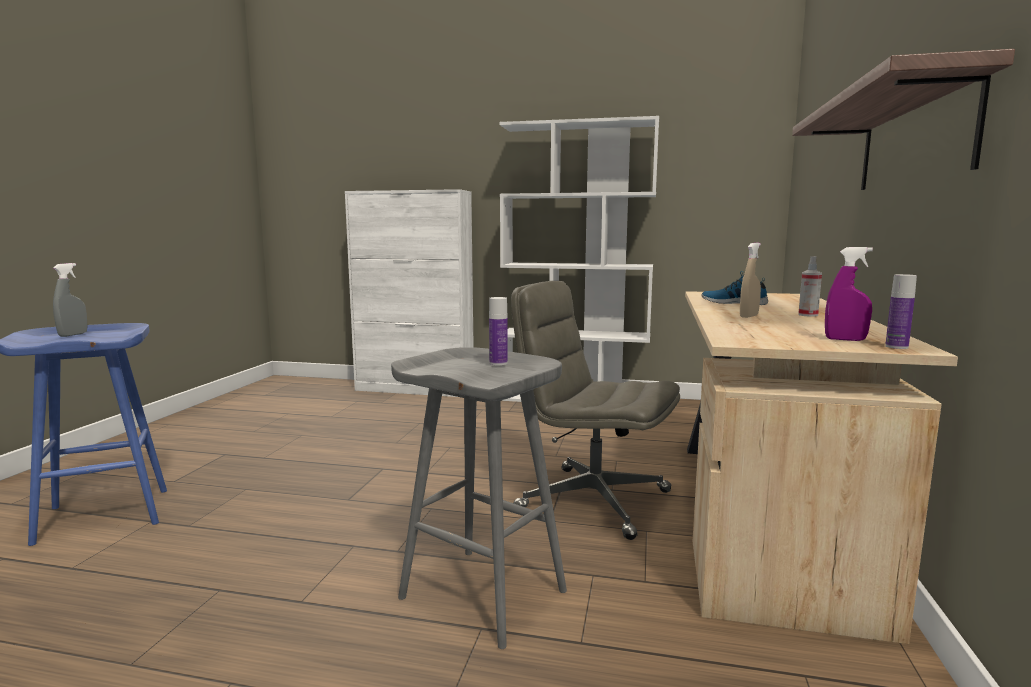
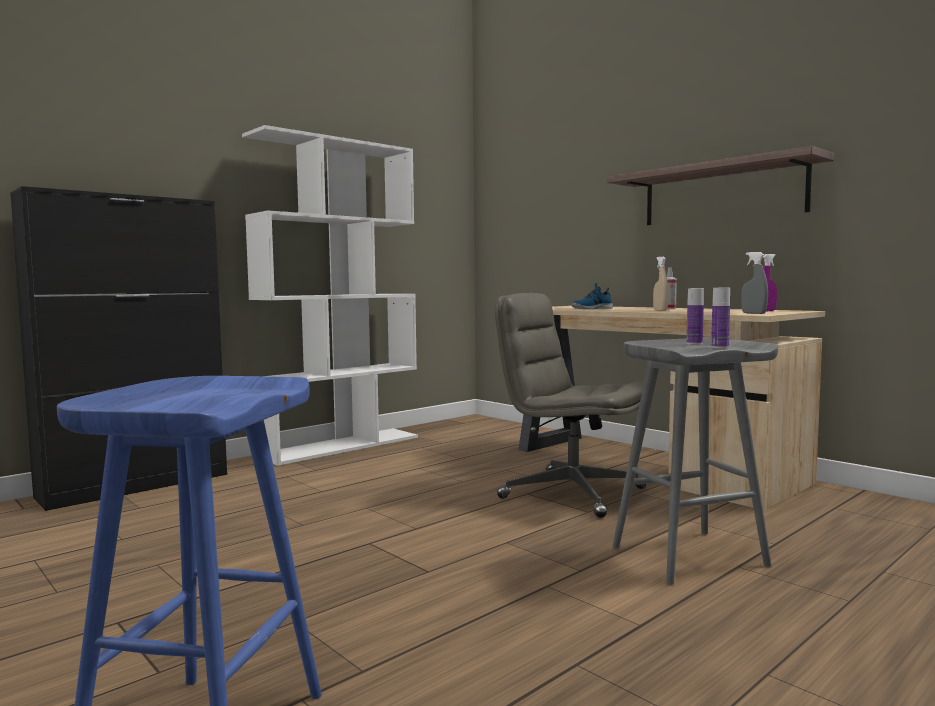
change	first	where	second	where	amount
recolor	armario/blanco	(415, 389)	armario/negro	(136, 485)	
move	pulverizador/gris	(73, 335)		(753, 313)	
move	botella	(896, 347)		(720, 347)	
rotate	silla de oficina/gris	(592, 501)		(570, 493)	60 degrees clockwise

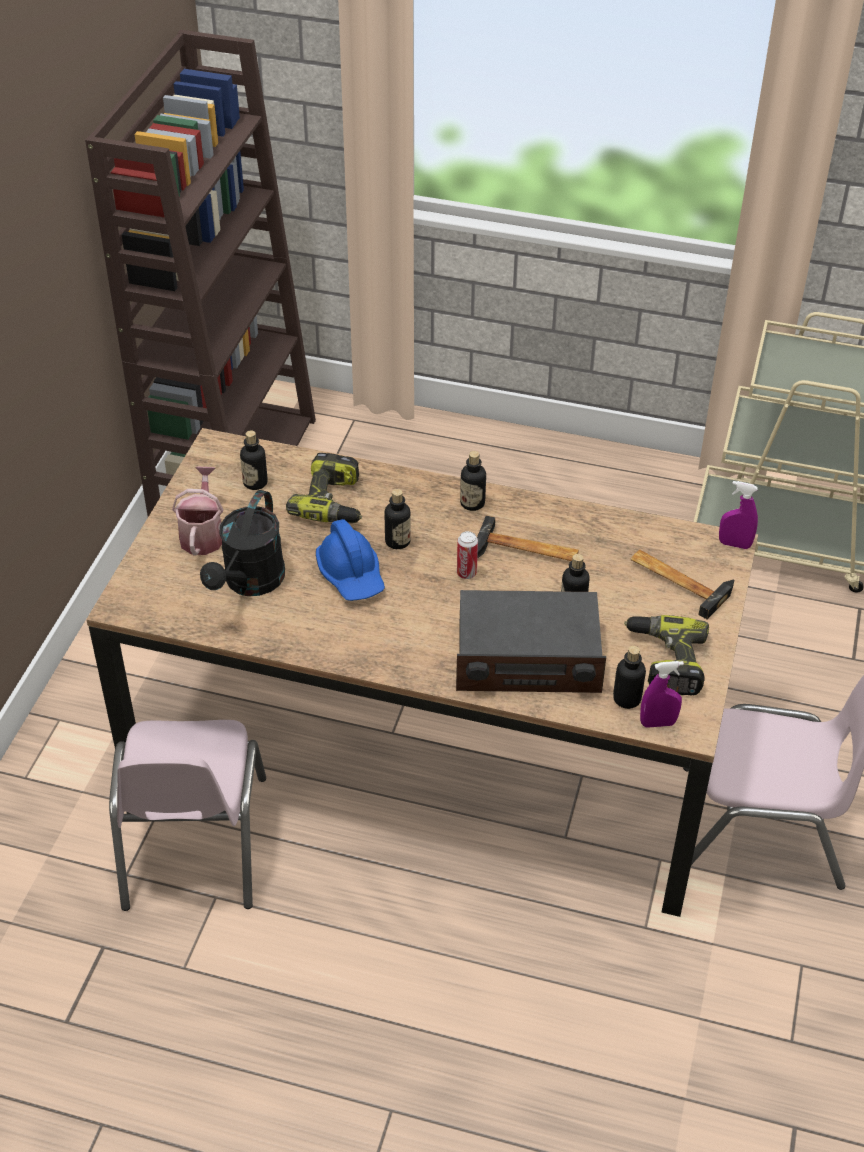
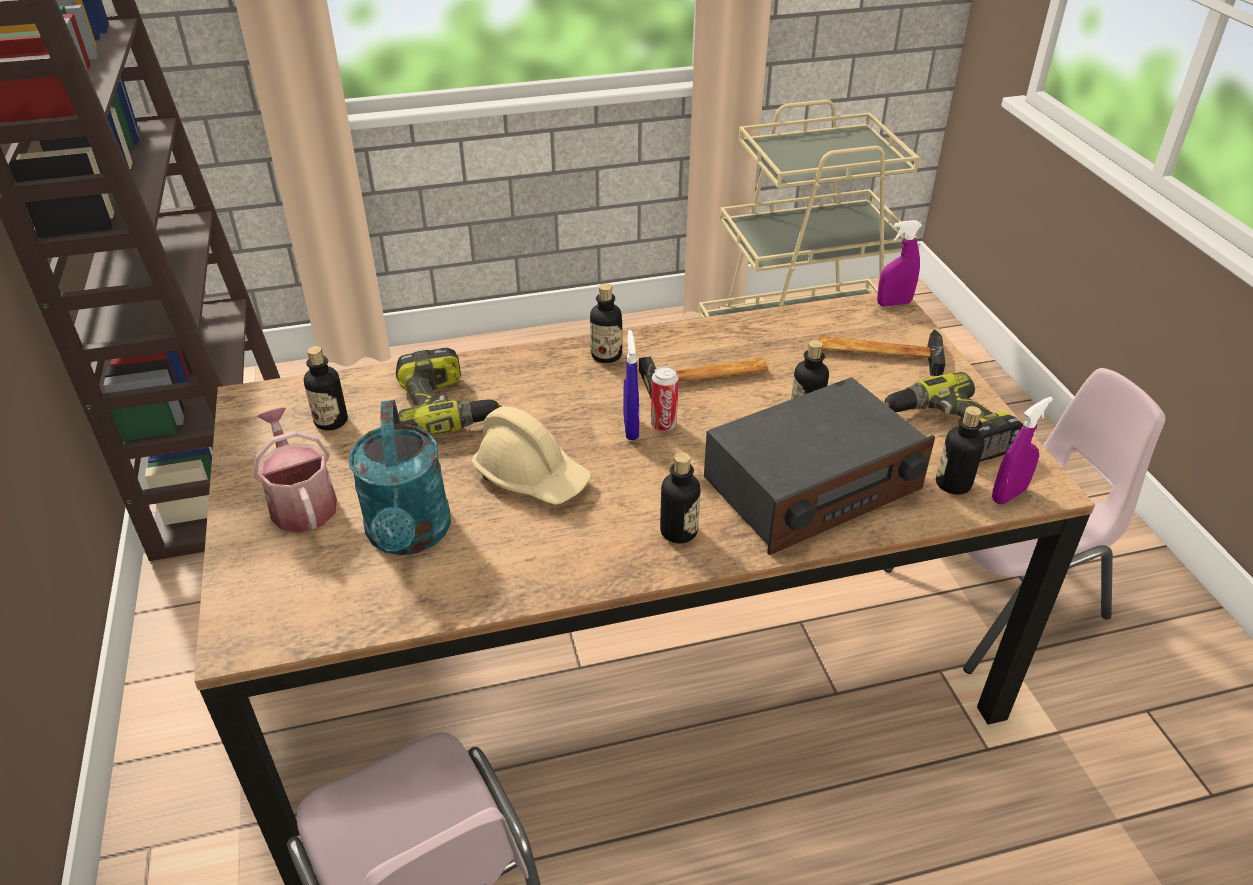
change	first	where	second	where	amount
move	botella	(397, 541)		(678, 531)	
recolor	regadera/negro	(250, 583)	regadera/turquesa	(409, 536)	
recolor	casco/azul	(351, 574)	casco/beis	(532, 476)	
insert			pulverizador/azul	(631, 428)	

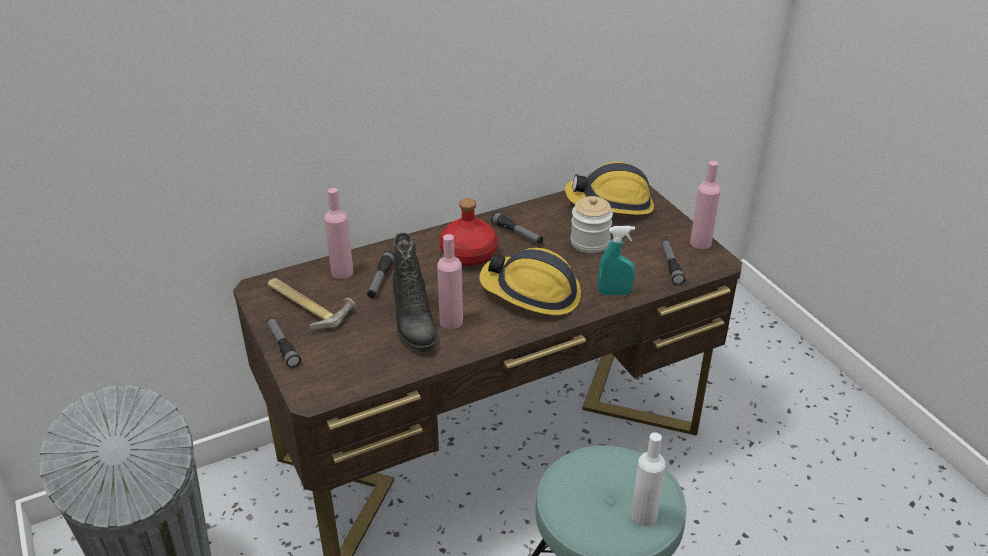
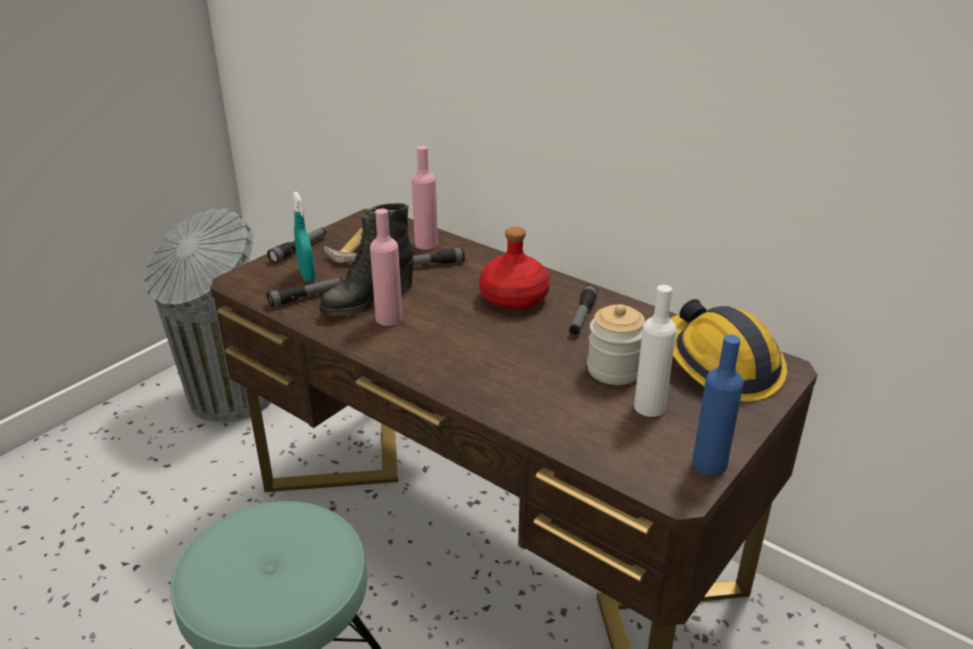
change	first	where	second	where	amount
recolor	botella/rosa	(700, 243)	botella/azul	(709, 463)	
move	pulverizador/turquesa	(614, 293)		(307, 275)	
move	linterna	(671, 266)		(307, 297)	
delete	casco	(532, 293)			
move	botella/blanco	(644, 515)		(649, 407)	

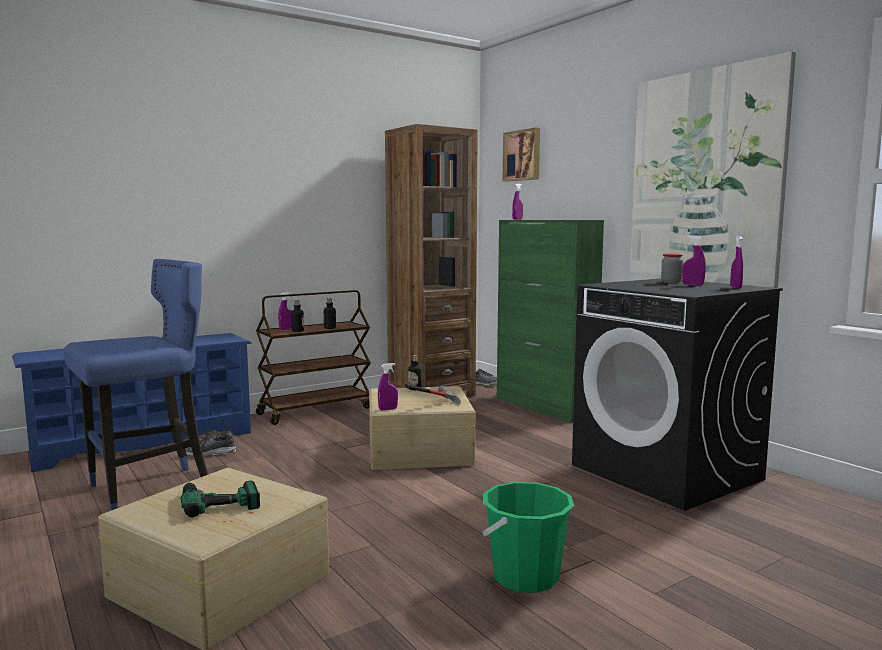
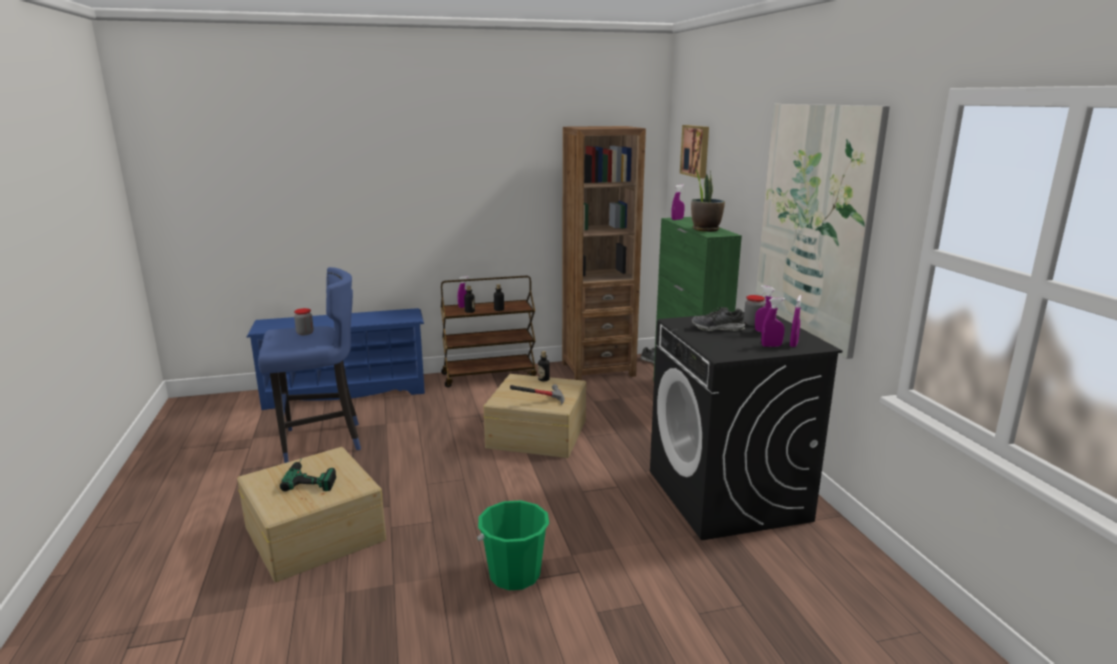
change	first	where	second	where	amount
move	pulverizador/morado	(388, 409)		(771, 346)	
move	zapato	(209, 453)		(717, 328)	
insert			planta en maceta	(705, 229)	
insert			tarro	(305, 333)	

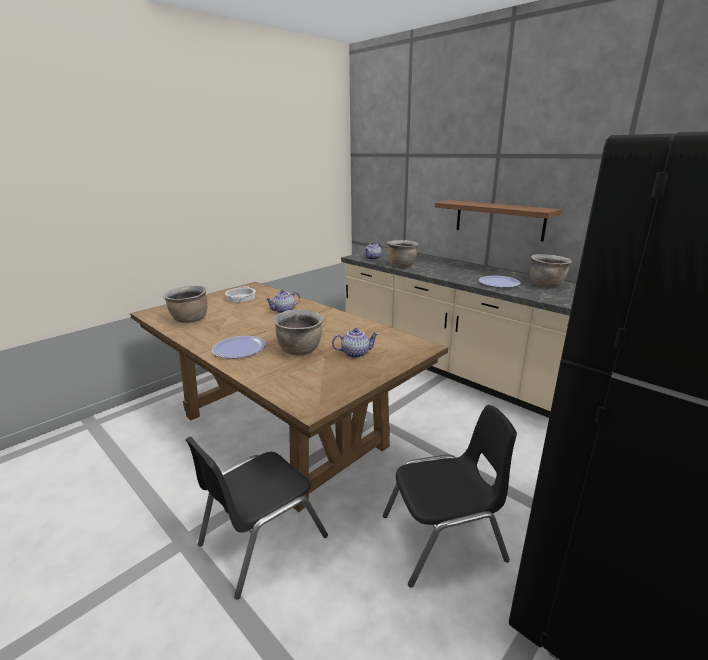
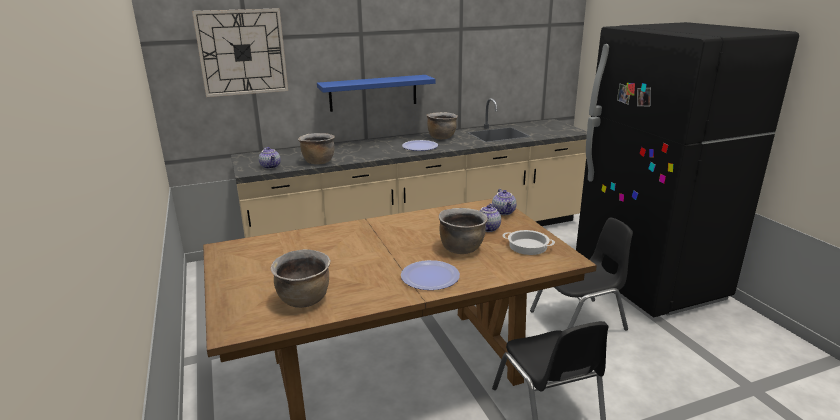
change	first	where	second	where	amount
recolor	estante/marrón	(499, 219)	estante/azul	(373, 93)	
move	olla	(241, 298)		(528, 246)	
move	tetera	(284, 311)		(504, 212)	
rotate	silla/negro	(443, 539)		(578, 321)	60 degrees clockwise
insert			reloj de pared	(242, 52)	

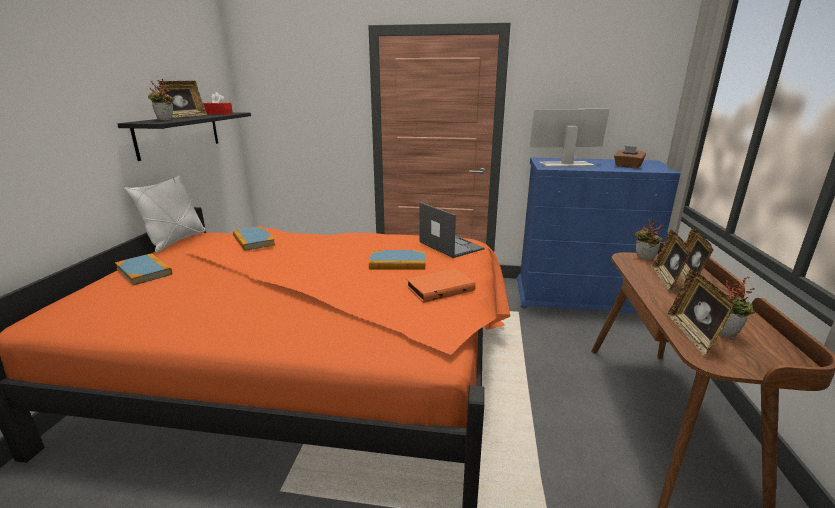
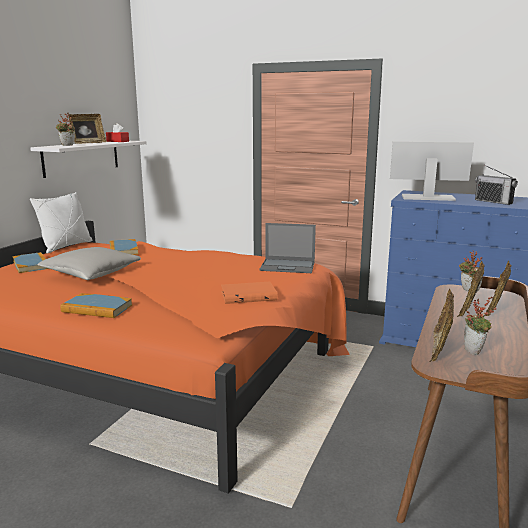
change	first	where	second	where	amount
recolor	estante/negro	(179, 134)	estante/blanco	(82, 157)	
replace	caja de pañuelos/marrón	(627, 166)	radio	(493, 202)	
rotate	portátil	(450, 245)		(288, 266)	120 degrees clockwise
move	libro	(397, 263)		(97, 308)	
insert			cojín/gris	(91, 274)	

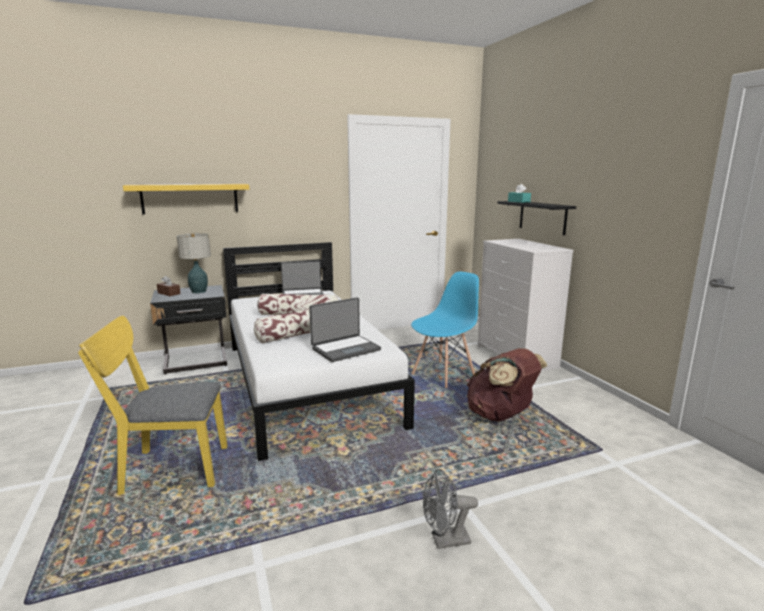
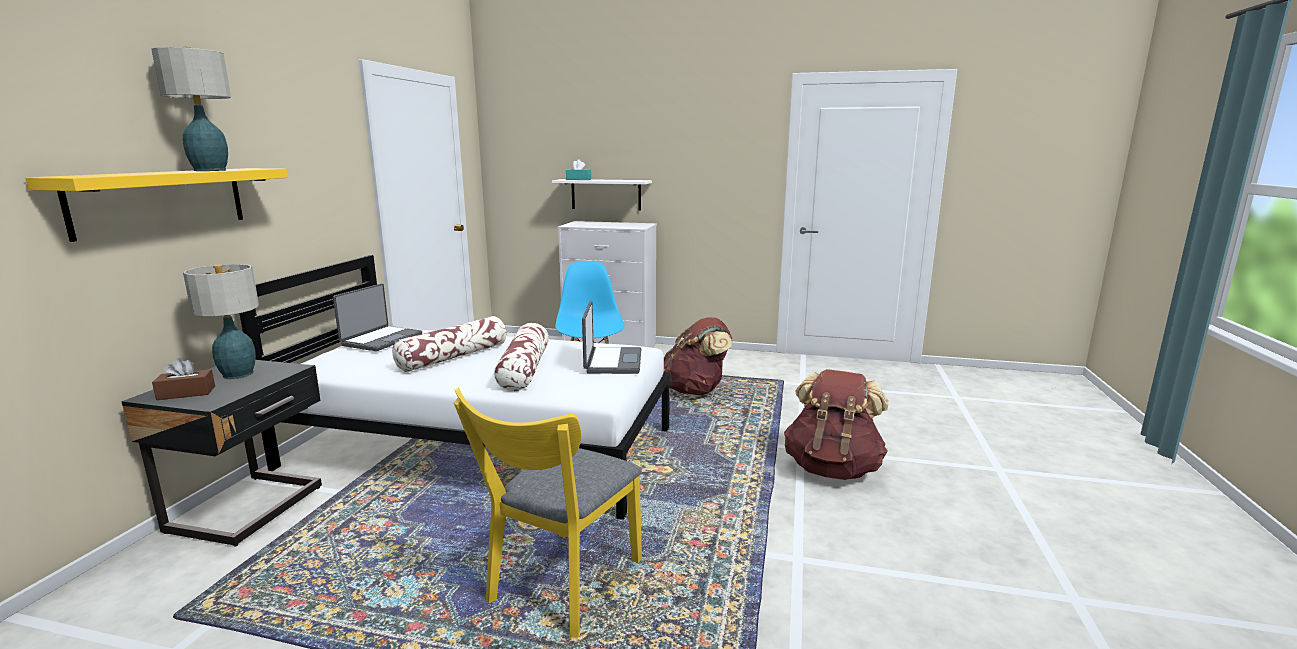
change	first	where	second	where	amount
recolor	estante/negro	(542, 217)	estante/blanco	(606, 194)	
replace	ventilador/gris	(445, 541)	mochila/marrón	(832, 468)	
insert			lámpara de mesa	(210, 170)	

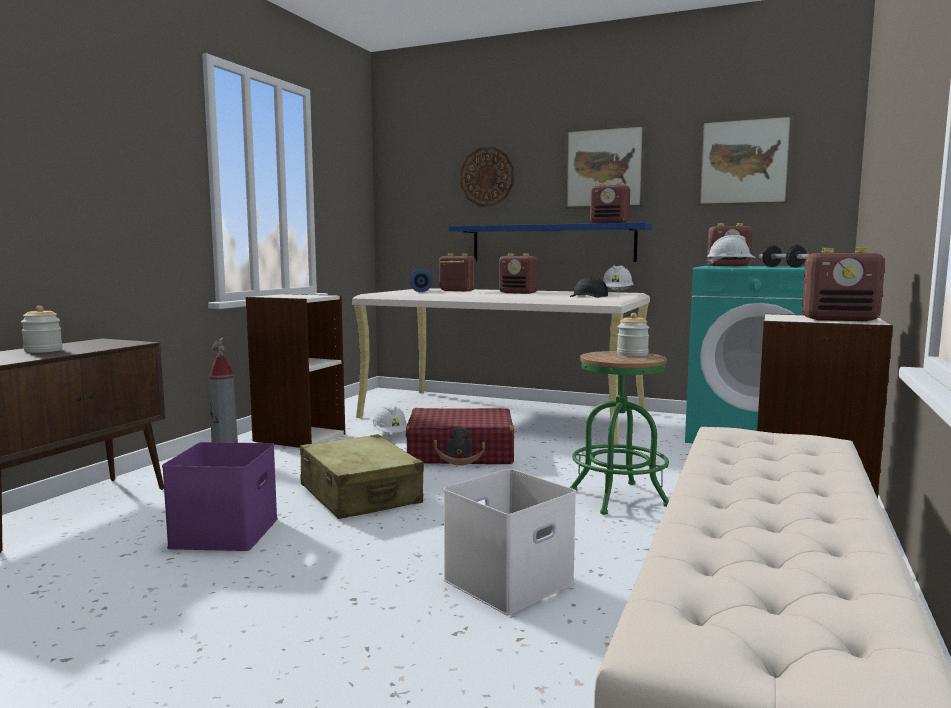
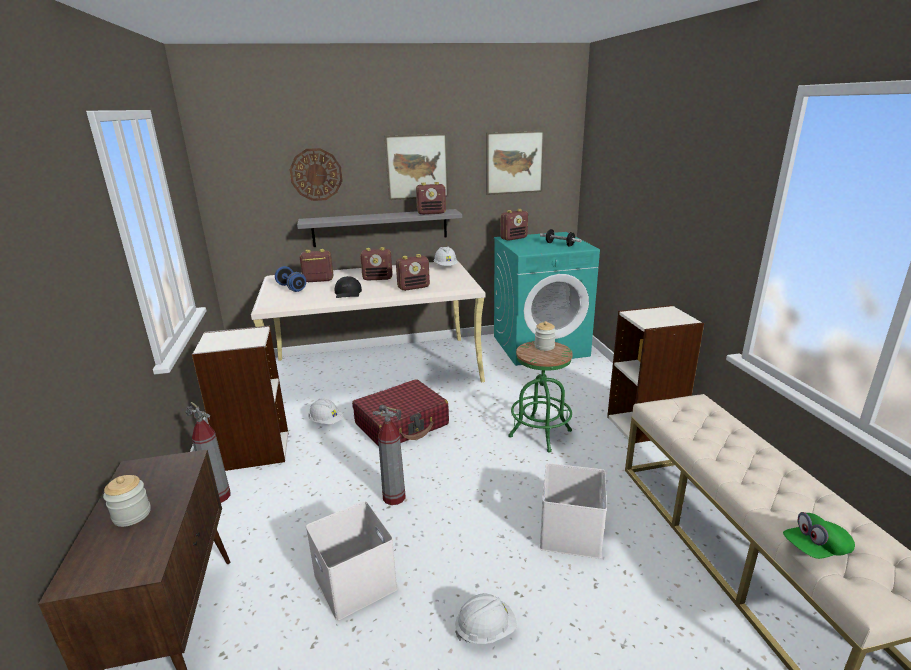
change	first	where	second	where	amount
recolor	estante/azul	(552, 243)	estante/gris	(380, 227)	
move	casco/blanco	(731, 266)		(485, 630)	
move	radio	(840, 319)		(414, 287)	
move	gorra/negro	(588, 296)		(348, 293)	
replace	maleta/beis	(360, 495)	extintor	(394, 497)	
recolor	caja de almacenaje/morado	(224, 532)	caja de almacenaje/blanco	(353, 581)	
insert			gorra/verde	(815, 548)	

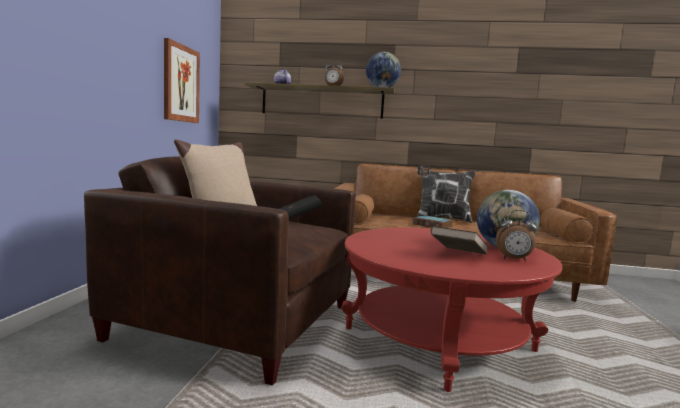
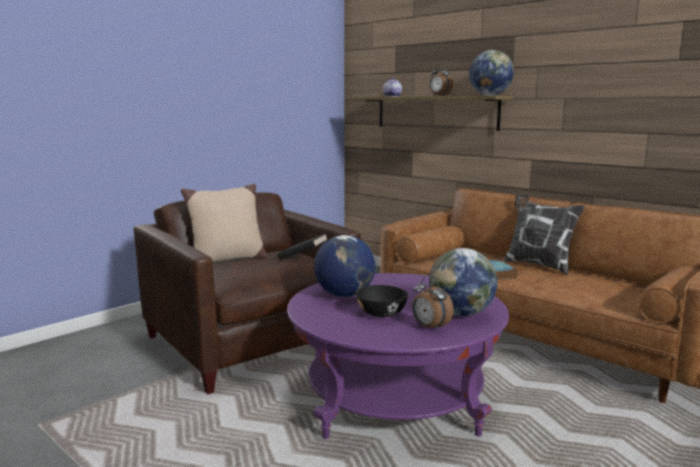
change	first	where	second	where	amount
delete	cuadro	(180, 83)			
replace	libro/marrón	(458, 255)	cuenco/negro	(382, 314)	
recolor	mesa de centro/rojo	(439, 339)	mesa de centro/morado	(394, 398)	
insert			globo terráqueo	(344, 295)	

